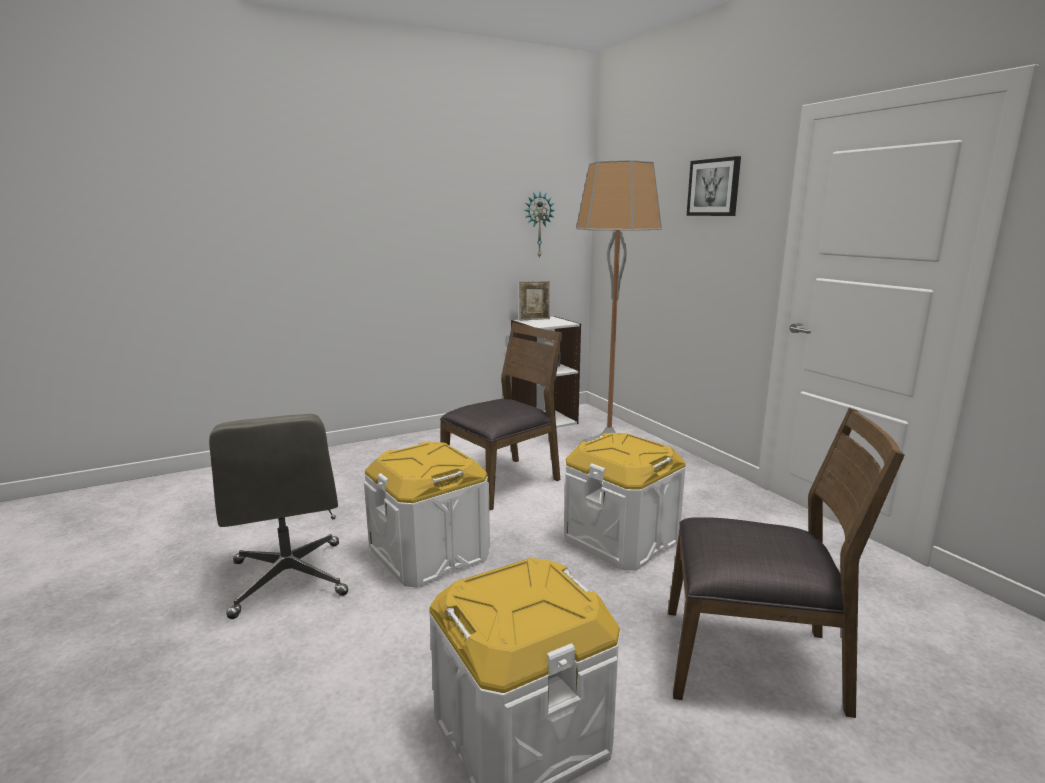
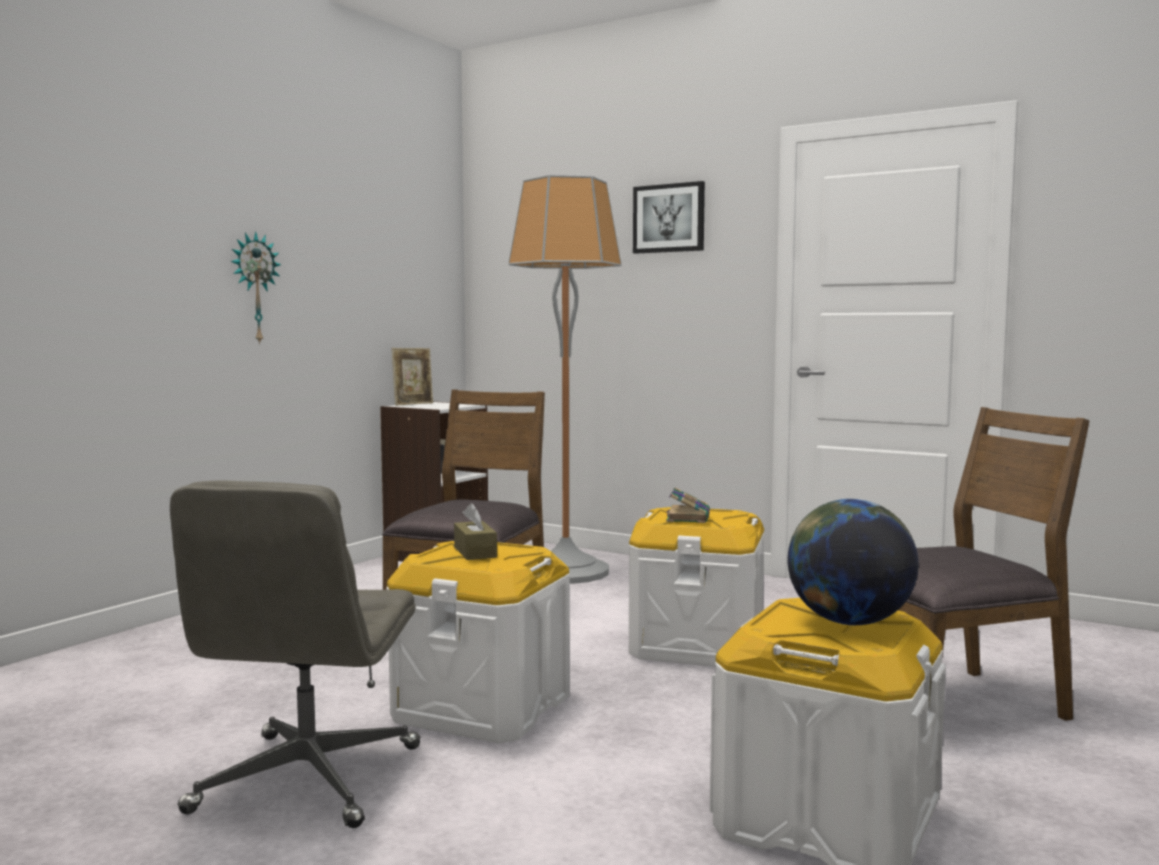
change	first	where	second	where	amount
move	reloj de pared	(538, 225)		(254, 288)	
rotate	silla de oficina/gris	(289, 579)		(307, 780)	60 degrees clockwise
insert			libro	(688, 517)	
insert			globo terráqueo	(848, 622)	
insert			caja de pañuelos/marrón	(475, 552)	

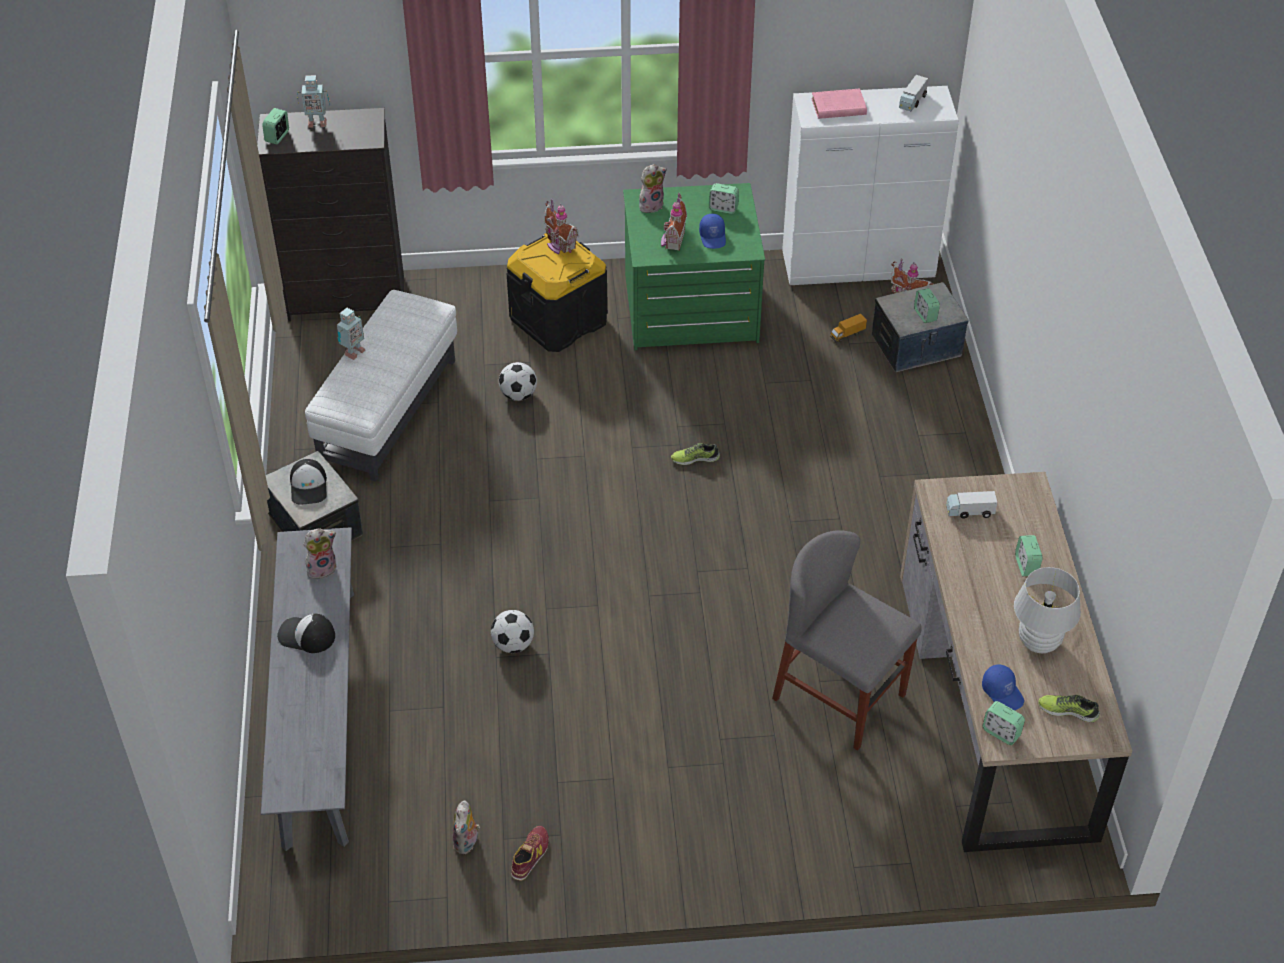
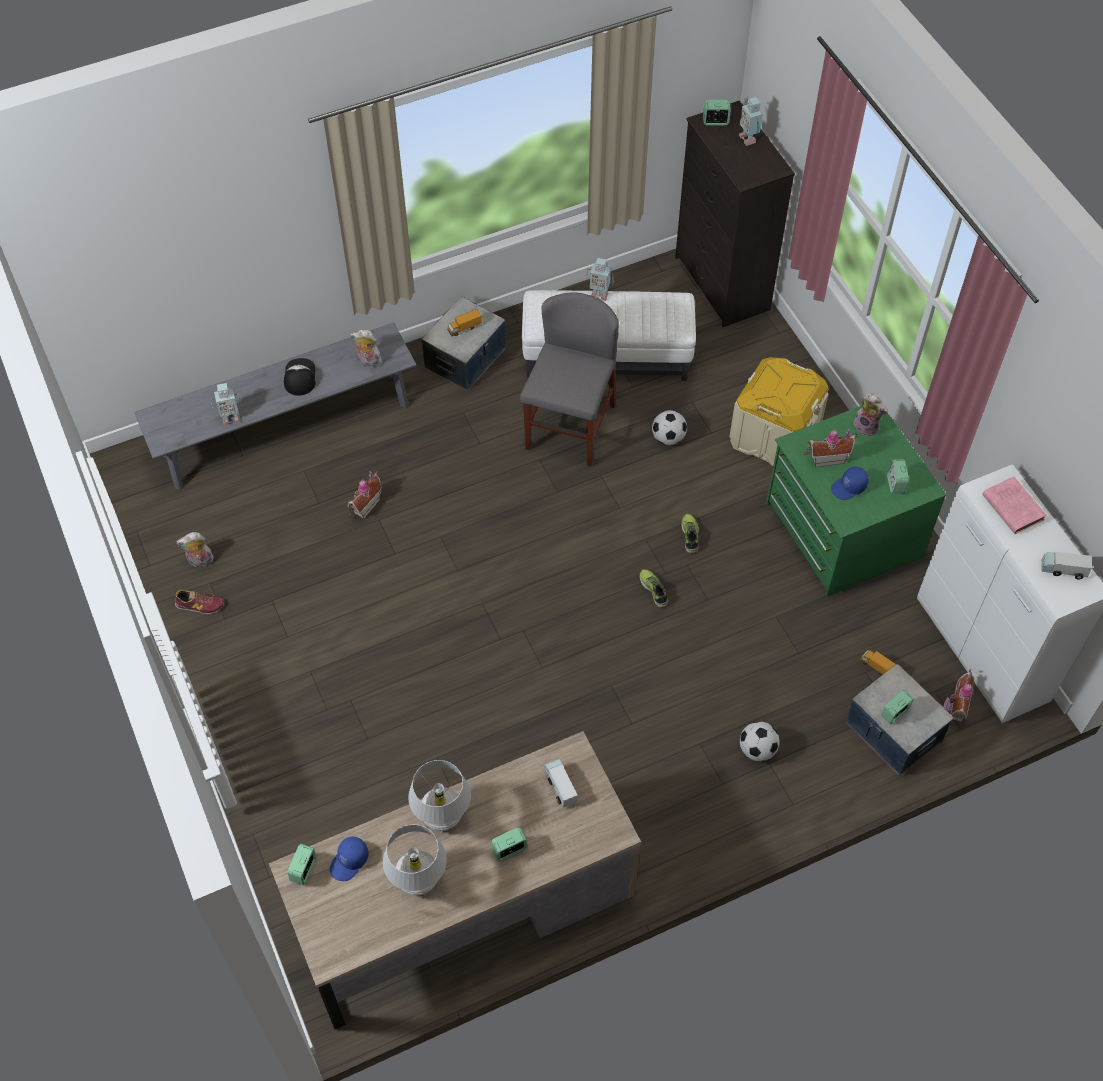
change	first	where	second	where	amount
move	casita	(559, 245)		(364, 506)	
recolor	caja de almacenaje/negro	(558, 320)	caja de almacenaje/beis	(774, 435)	
replace	gorra	(309, 486)	camión de juguete	(464, 328)	
rotate	peluche	(322, 568)		(368, 362)	150 degrees clockwise
move	silla/gris	(839, 696)		(570, 427)	
move	balón de fútbol	(513, 644)		(757, 750)	
move	zapato	(1068, 710)		(690, 535)	
insert			robot de juguete	(230, 418)	
insert			lámpara de mesa/blanco	(442, 816)	

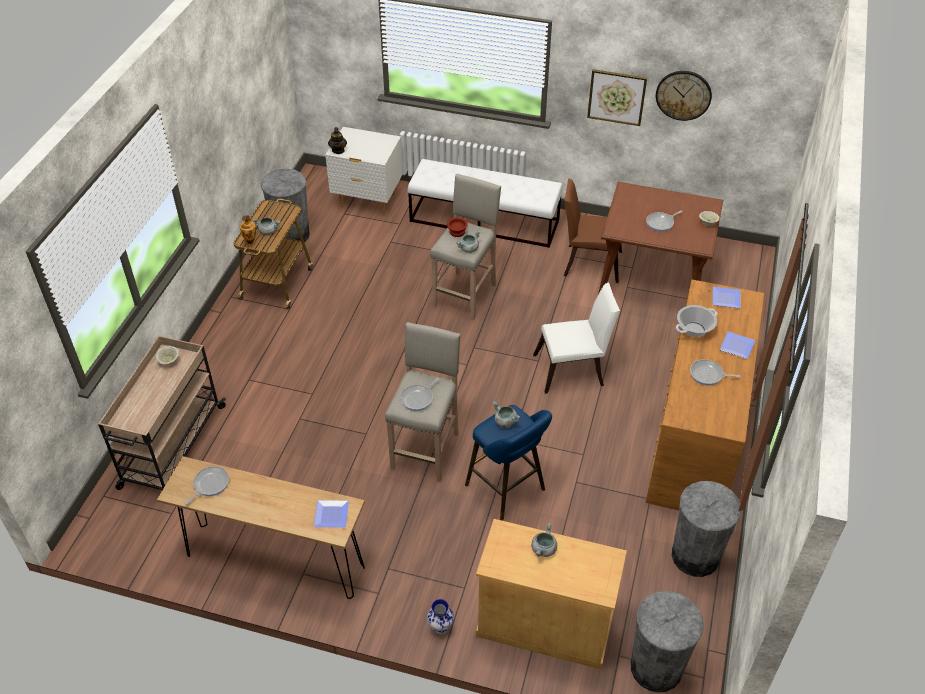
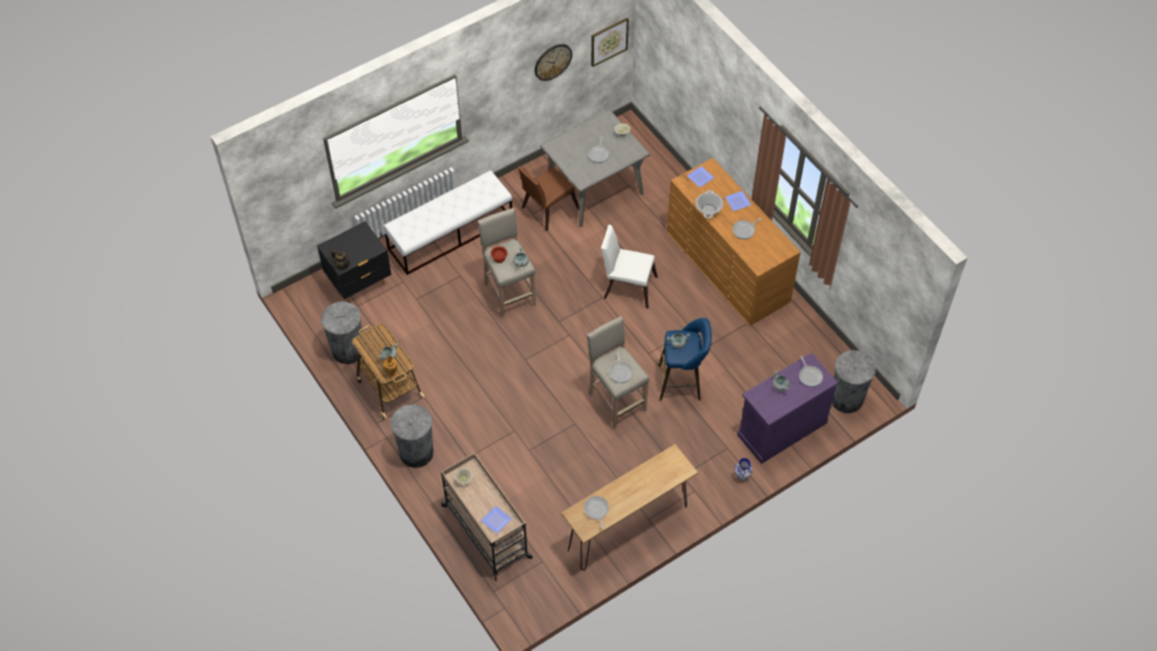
change	first	where	second	where	amount
move	cuadro	(616, 97)		(609, 41)	
recolor	mesita de noche/blanco	(368, 201)	mesita de noche/negro	(359, 284)	
recolor	mesa de comedor/marrón	(652, 278)	mesa de comedor/gris	(594, 190)	
rotate	silla/blanco	(573, 370)		(626, 286)	105 degrees counterclockwise
move	papelera/gris	(695, 556)		(416, 453)	
move	plato	(330, 516)		(496, 521)	
recolor	armario/beis	(544, 625)	armario/morado	(782, 428)	
insert			sartén	(810, 376)	

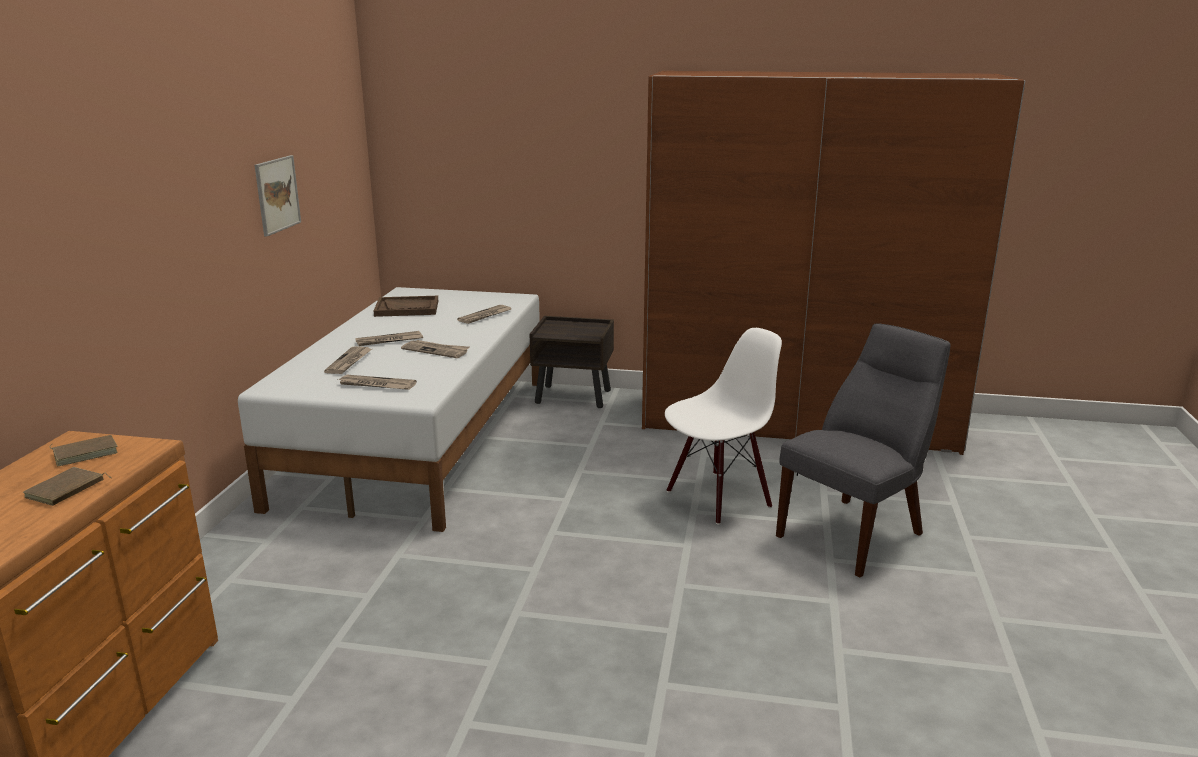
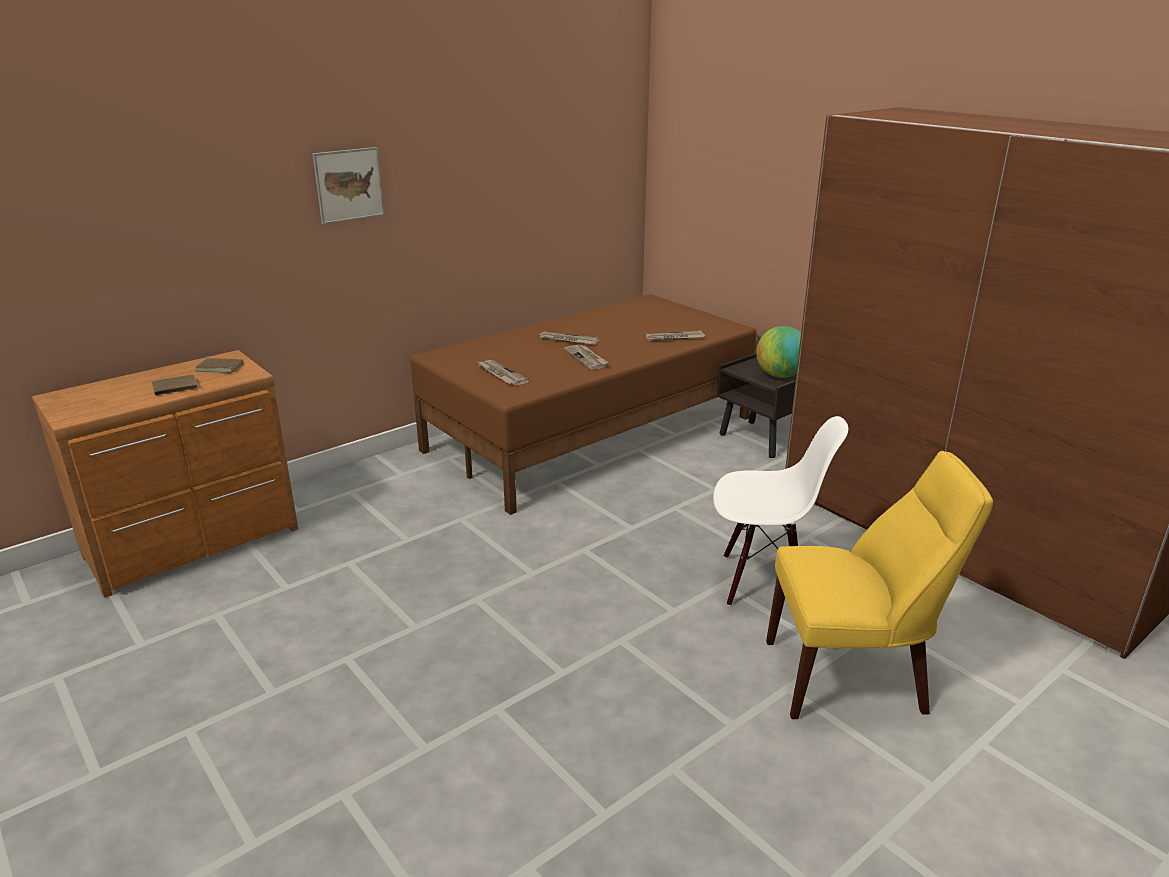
change	first	where	second	where	amount
move	cuadro	(277, 194)		(349, 185)	
recolor	cama/blanco	(421, 438)	cama/marrón	(592, 434)	
delete	bandeja/marrón	(407, 308)			
recolor	silla/gris	(855, 533)	silla/amarillo	(852, 677)	
delete	periódico	(349, 362)			
insert			globo terráqueo	(780, 375)	

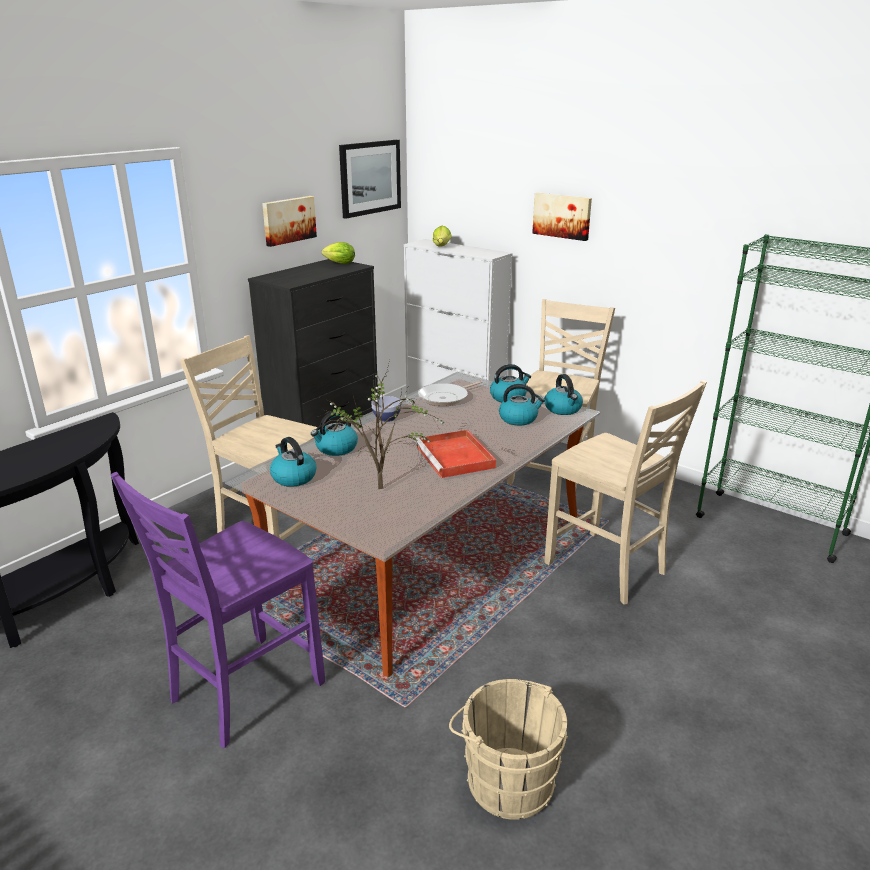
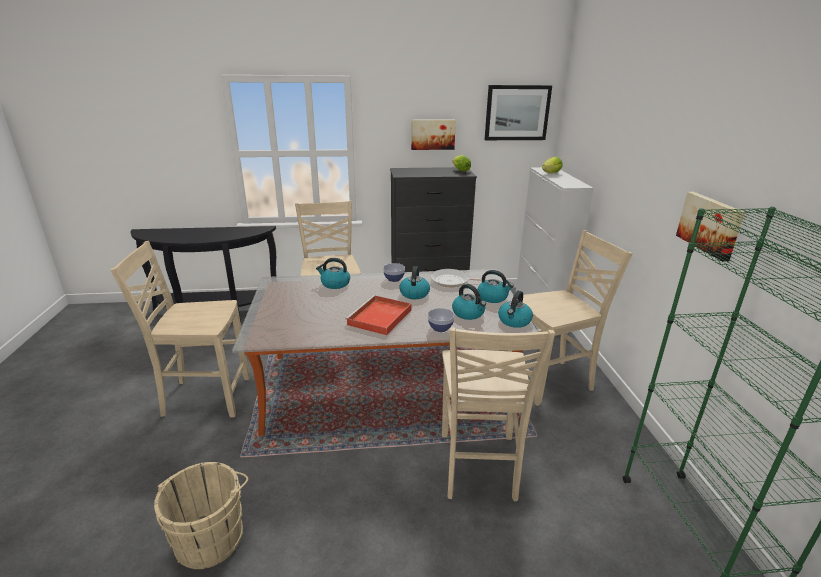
change	first	where	second	where	amount
move	cuadro	(562, 216)		(710, 224)	
delete	planta en maceta	(383, 490)			
move	hervidor	(293, 477)		(414, 293)	
recolor	silla/morado	(243, 691)	silla/beis	(205, 397)	
insert			cuenco	(440, 328)	

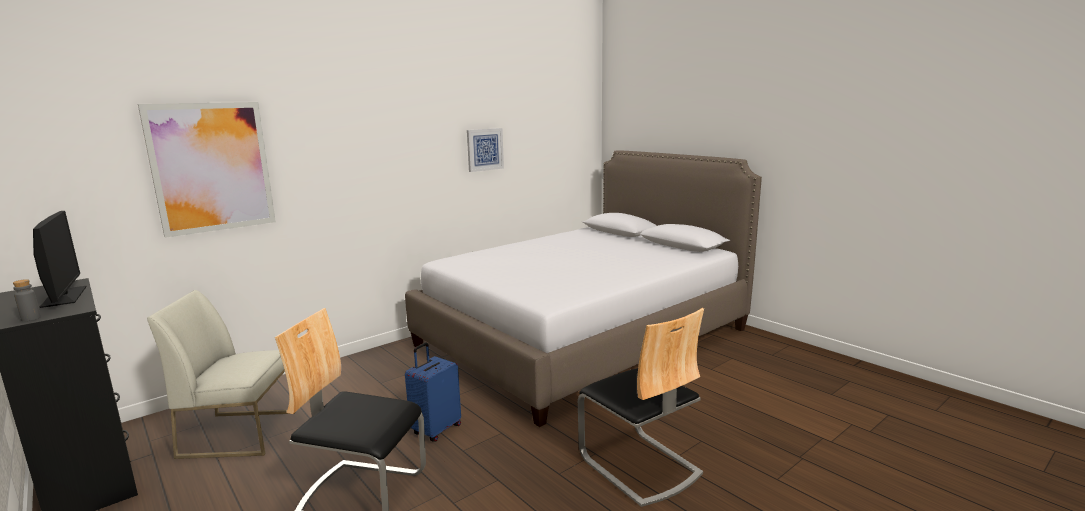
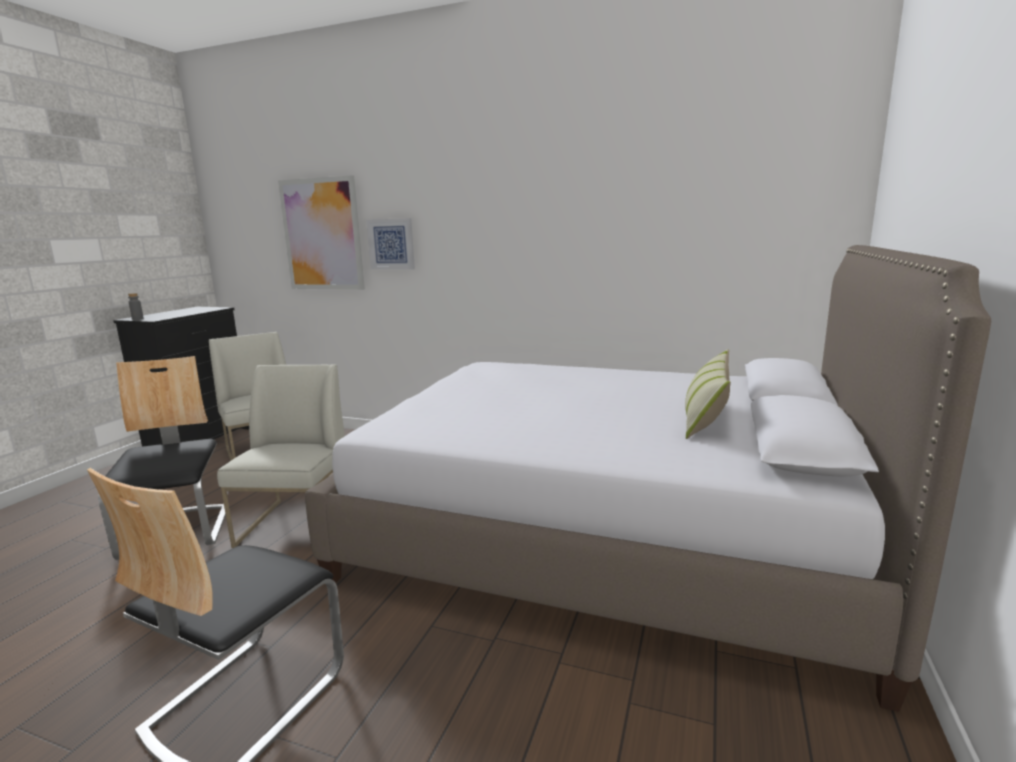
change	first	where	second	where	amount
move	cuadro	(484, 149)		(391, 244)	
delete	monitor	(64, 296)			
replace	maleta/azul	(436, 430)	silla/blanco	(297, 524)	
insert			cojín	(705, 417)	

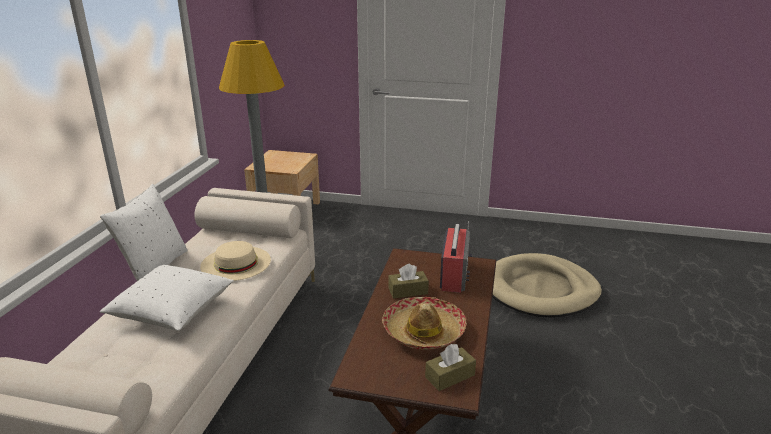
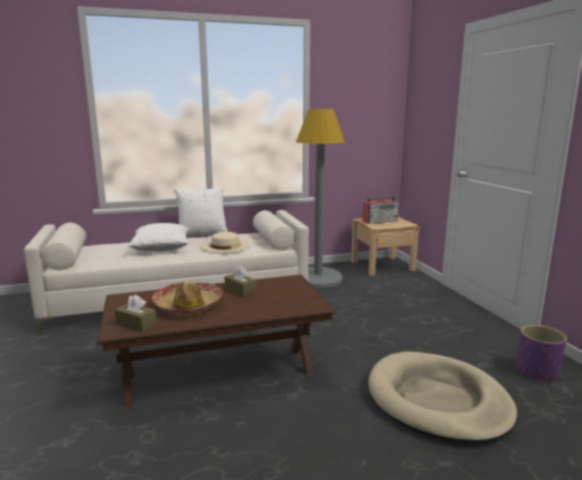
change	first	where	second	where	amount
move	radio	(454, 274)		(380, 221)	
insert			maceta/morado	(537, 371)	

